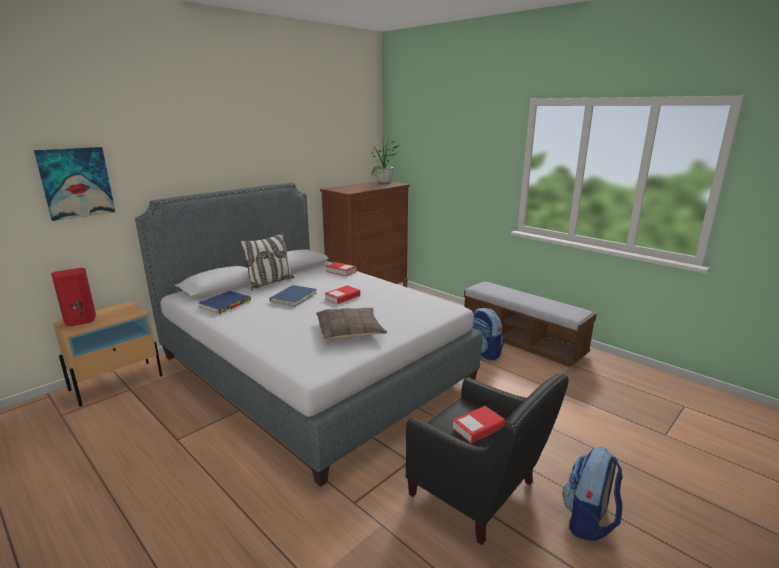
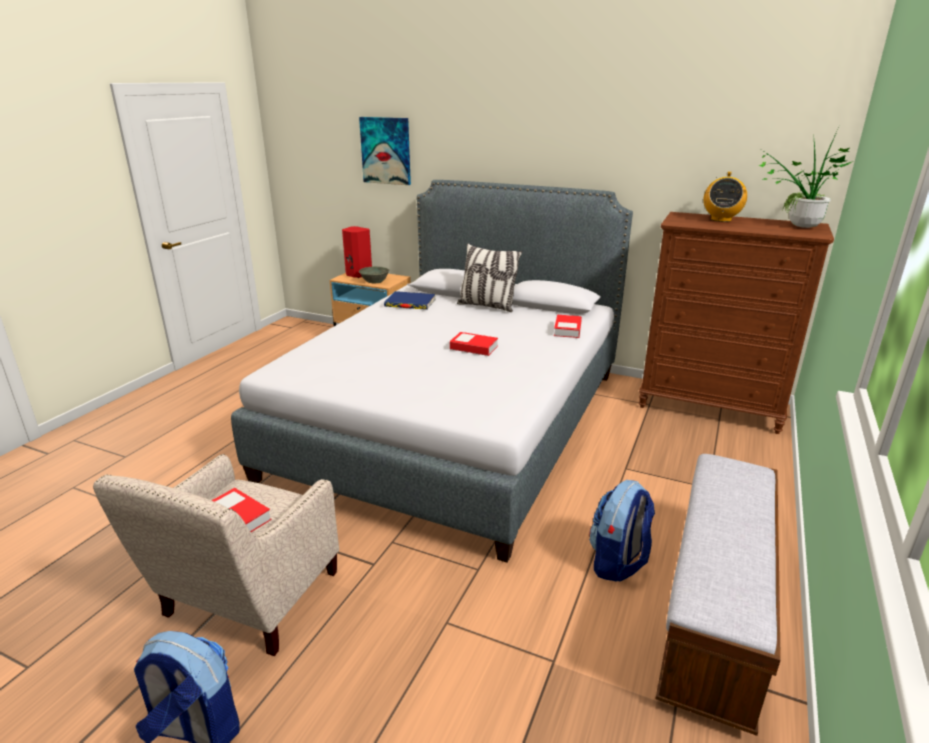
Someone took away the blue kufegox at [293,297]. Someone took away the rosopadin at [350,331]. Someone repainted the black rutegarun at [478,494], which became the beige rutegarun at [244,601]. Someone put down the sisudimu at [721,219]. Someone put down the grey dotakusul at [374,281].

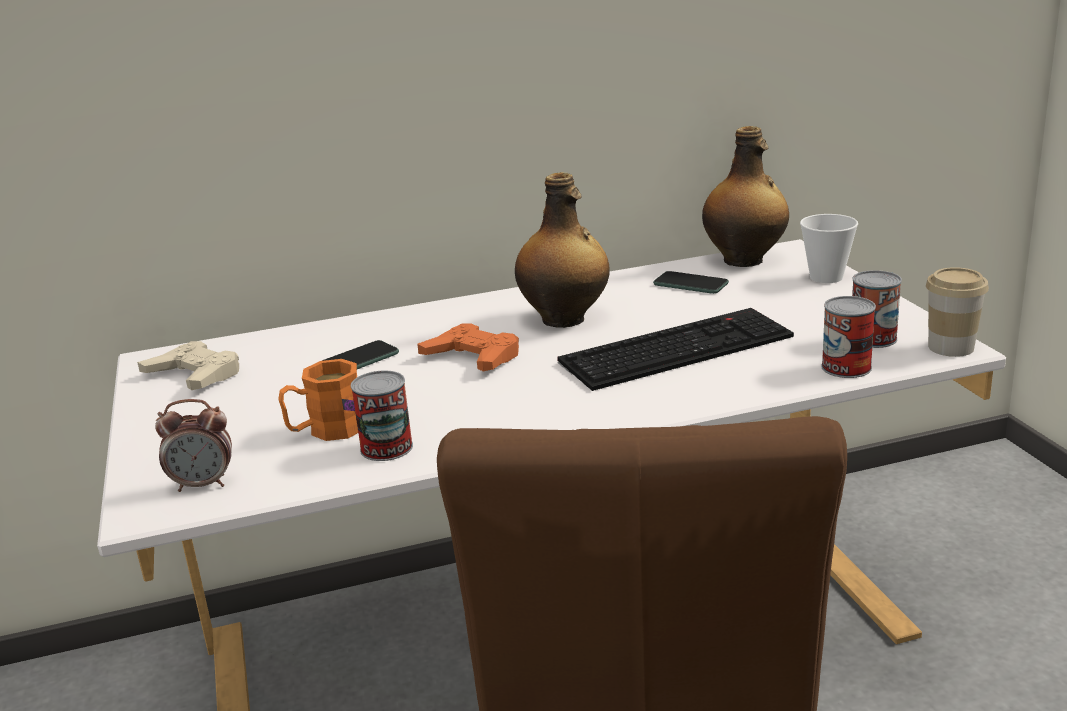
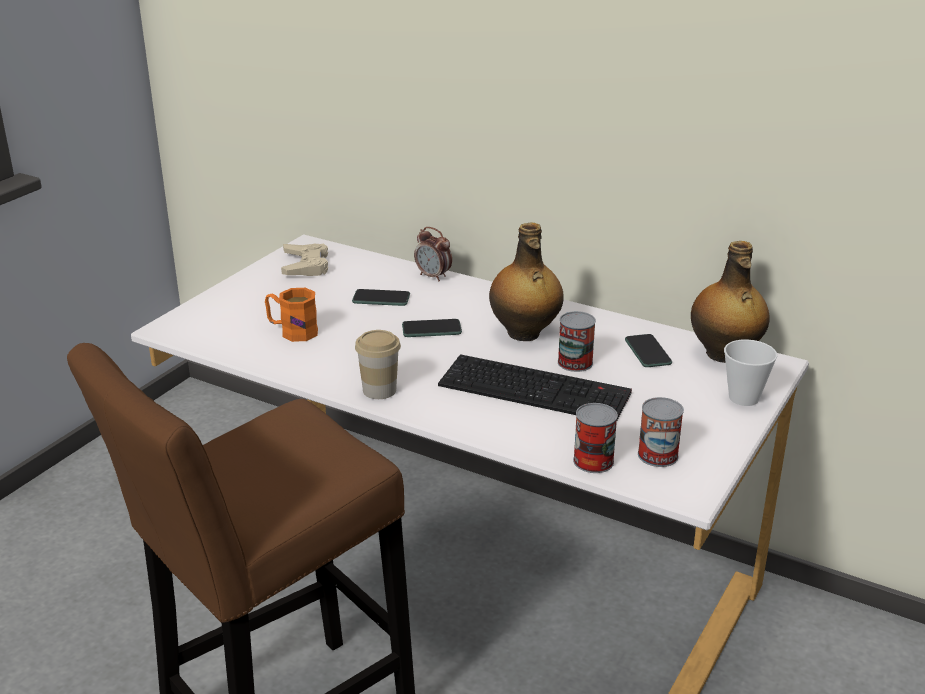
Someone carried the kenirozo from [951,347] to [379,390]. Someone swapped the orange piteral at [473,357] for the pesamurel at [431,329]. Someone carried the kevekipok from [386,448] to [575,362]. Someone carried the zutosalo from [203,484] to [433,276].

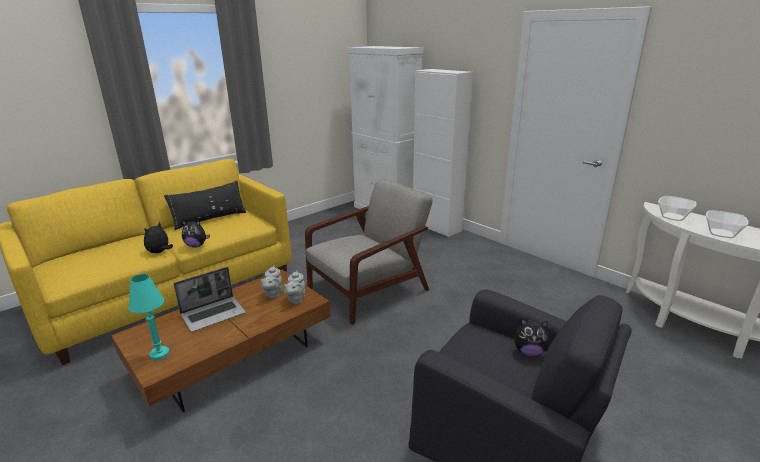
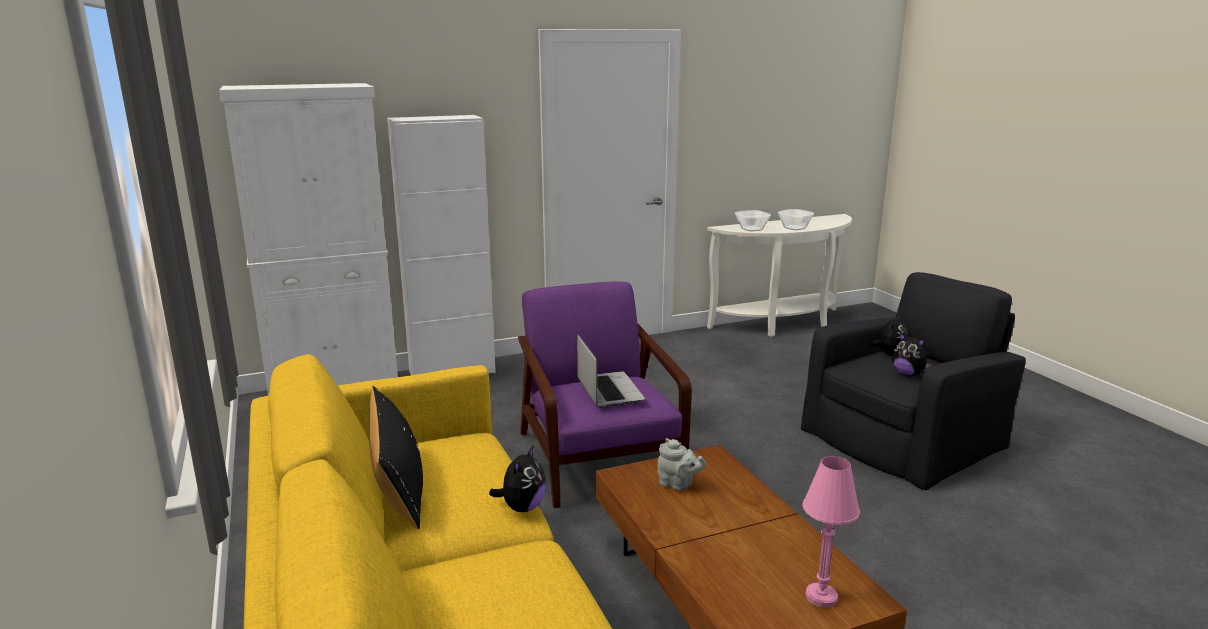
Someone repainted the grey rutegarun at [369,288], which became the purple rutegarun at [597,457]. Someone carried the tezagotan from [159,252] to [908,374]. Someone carried the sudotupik from [214,314] to [608,391]. Someone took away the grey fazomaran at [295,299]. Someone repainted the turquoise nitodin at [159,354], which became the pink nitodin at [821,597].

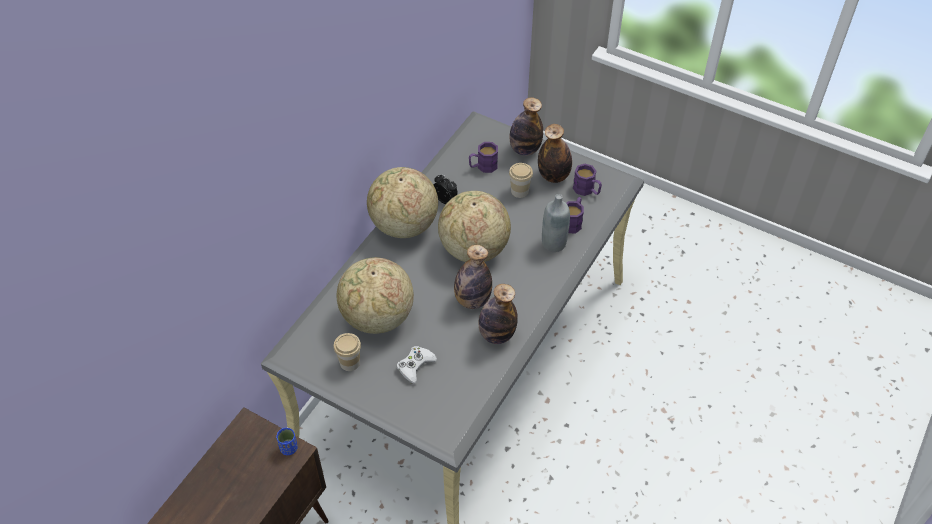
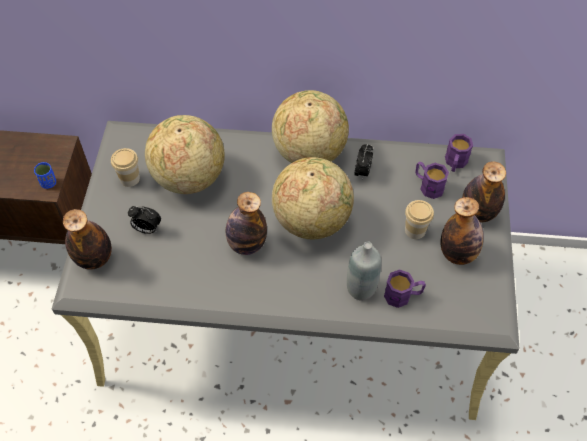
Someone carried the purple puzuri from [587,190] to [455,163]. Someone carried the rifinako from [496,334] to [94,258]. Someone swapped the white piteral at [415,366] for the zutosalo at [147,229].

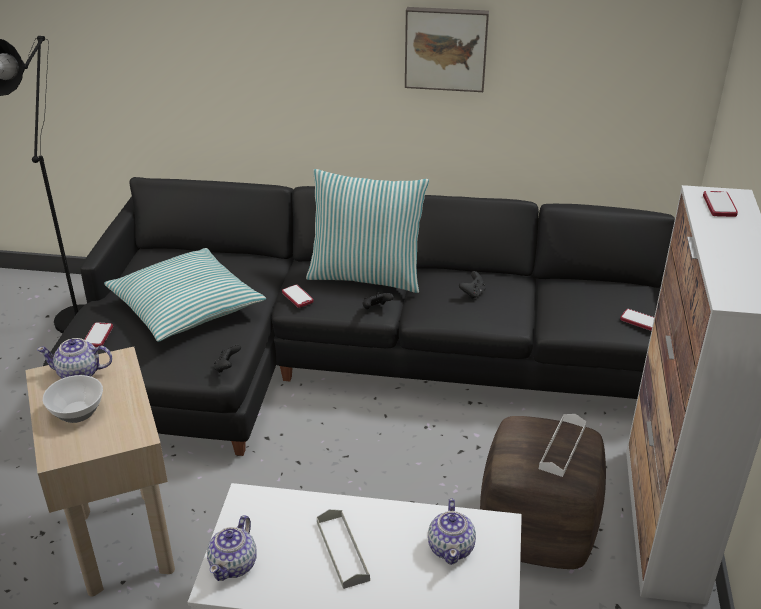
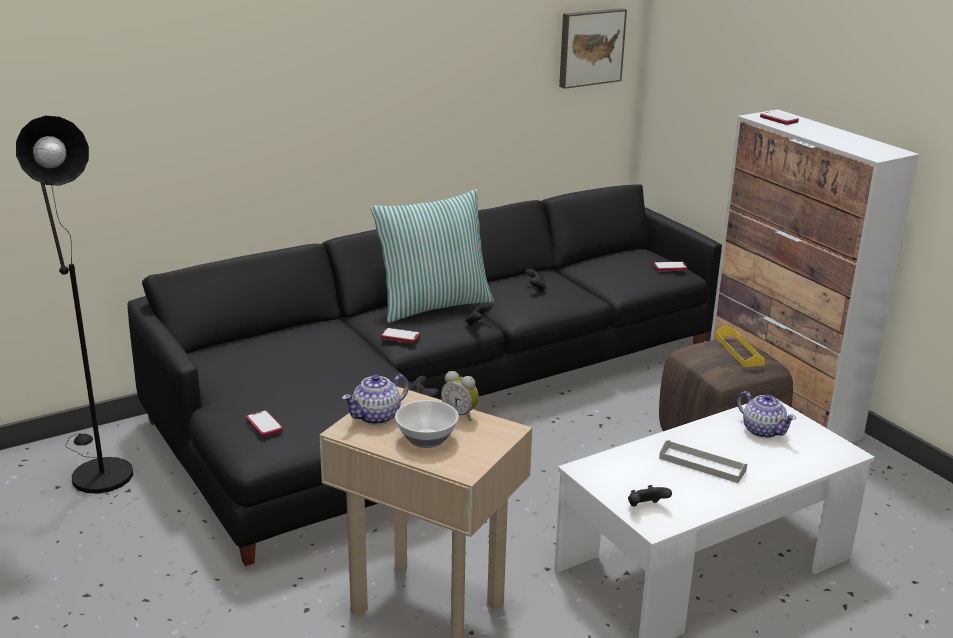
Someone carried the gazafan from [446,48] to [590,47]. Someone took away the rosopadin at [186,306]. Someone repainted the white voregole at [562,447], which became the yellow voregole at [738,350]. Someone swapped the fazomaran at [234,564] for the black piteral at [646,507]. Someone put down the zutosalo at [460,414].

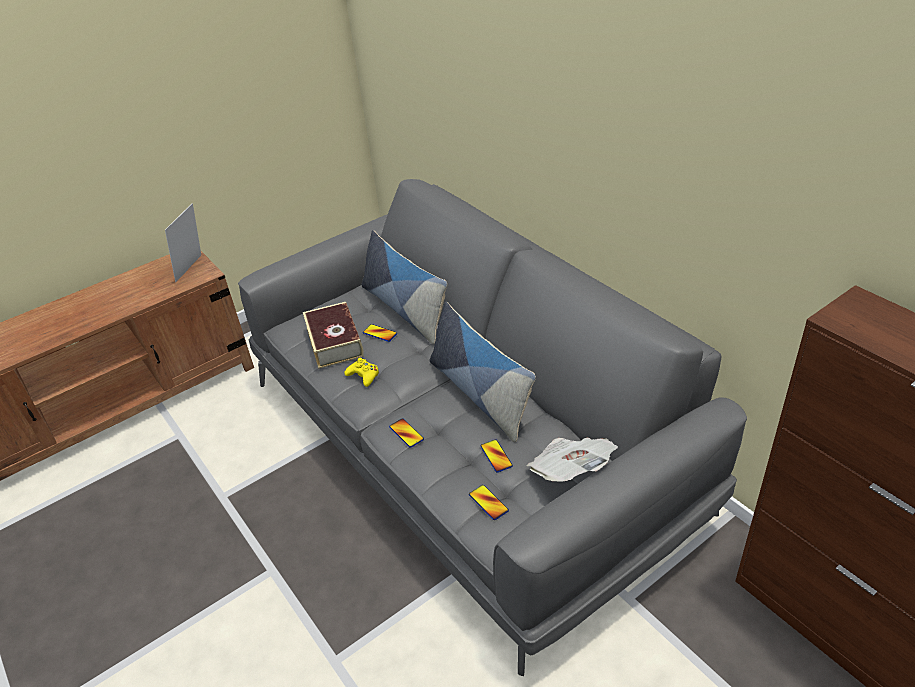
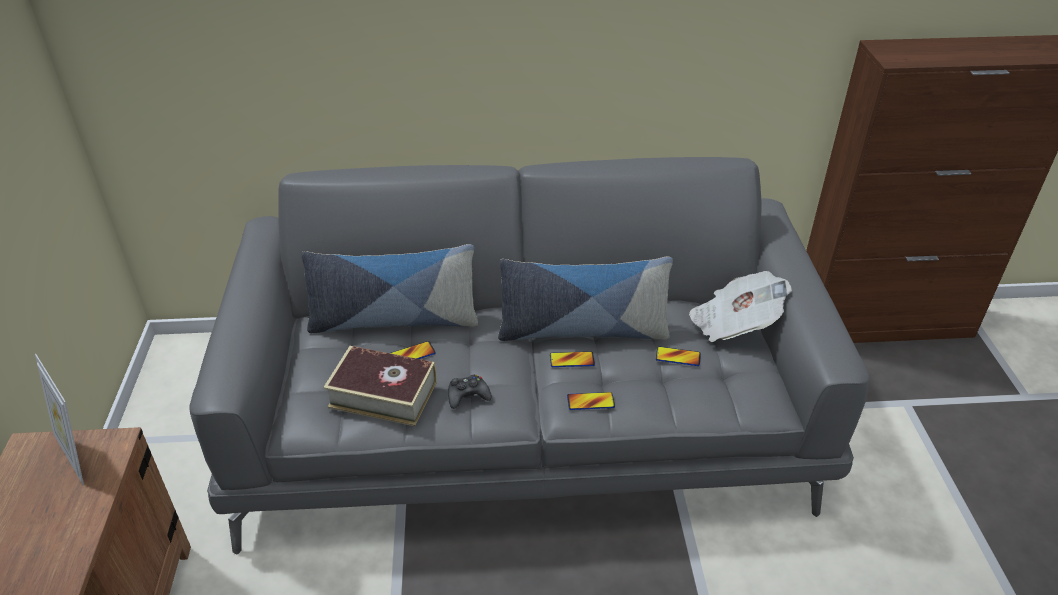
Someone repainted the yellow piteral at [364,376], which became the black piteral at [468,396]. Someone carried the pesamurel from [488,503] to [572,360].

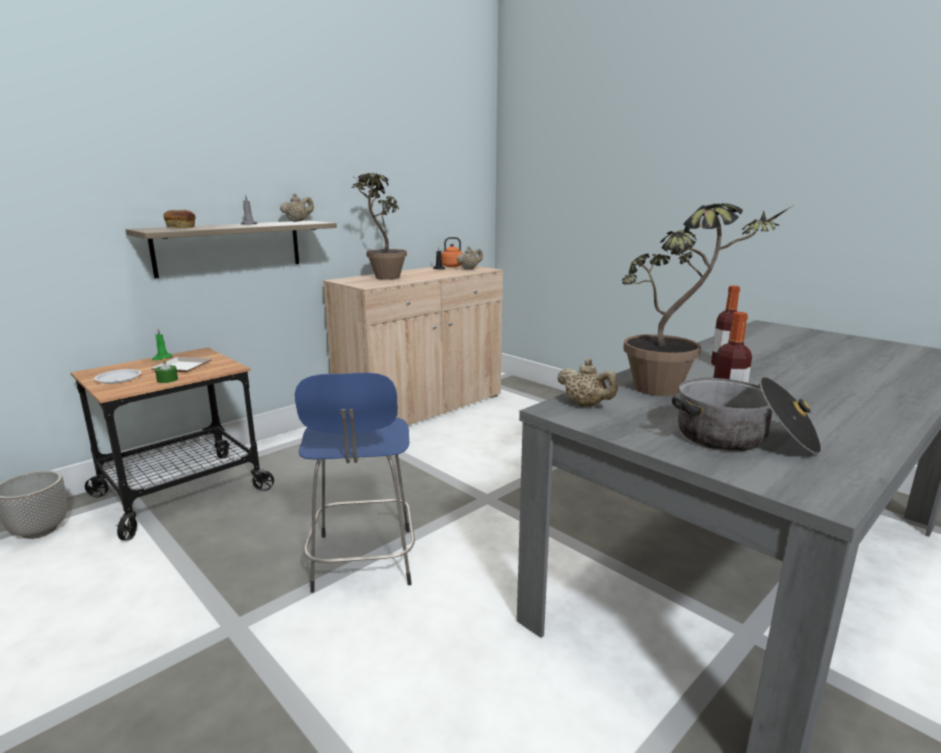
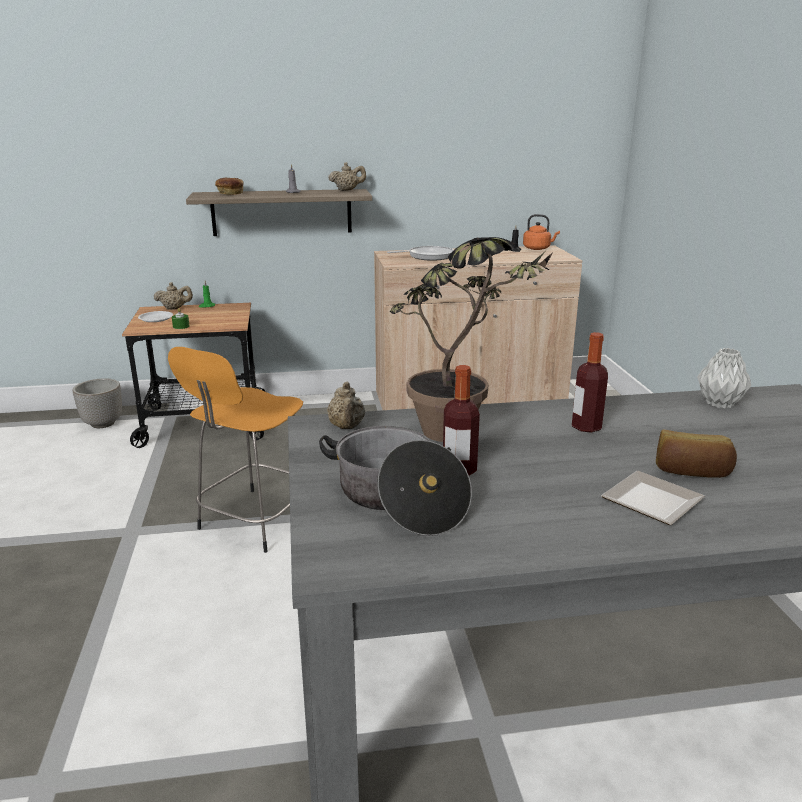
Someone swapped the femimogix at [382,279] for the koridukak at [428,256]. Someone carried the beige fazomaran from [469,269] to [174,308]. Someone carried the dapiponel from [184,367] to [655,502]. Someone repainted the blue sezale at [363,562], which became the orange sezale at [255,521]. Someone put down the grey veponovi at [720,403]. Someone put down the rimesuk at [691,472].

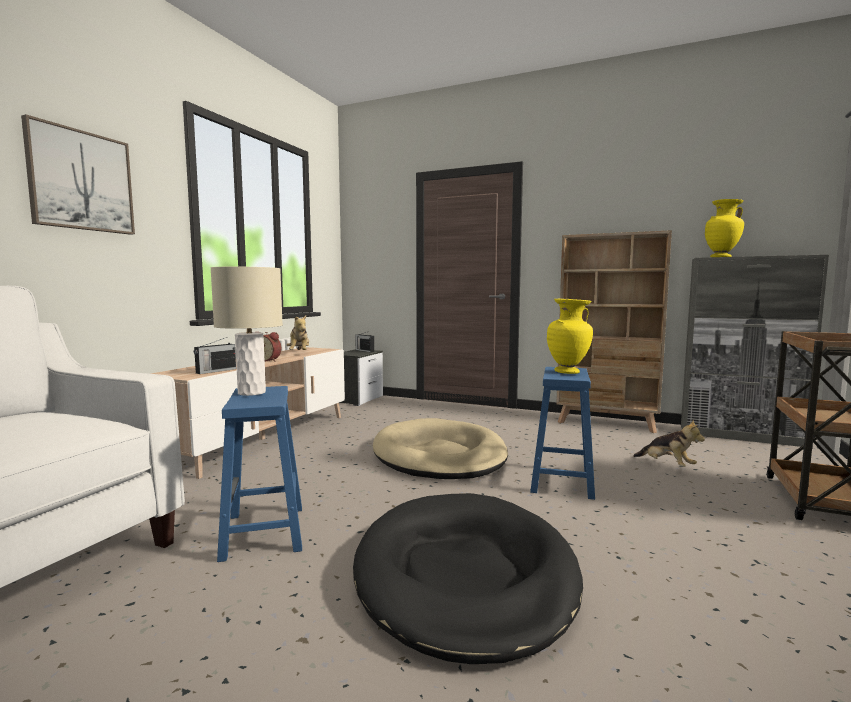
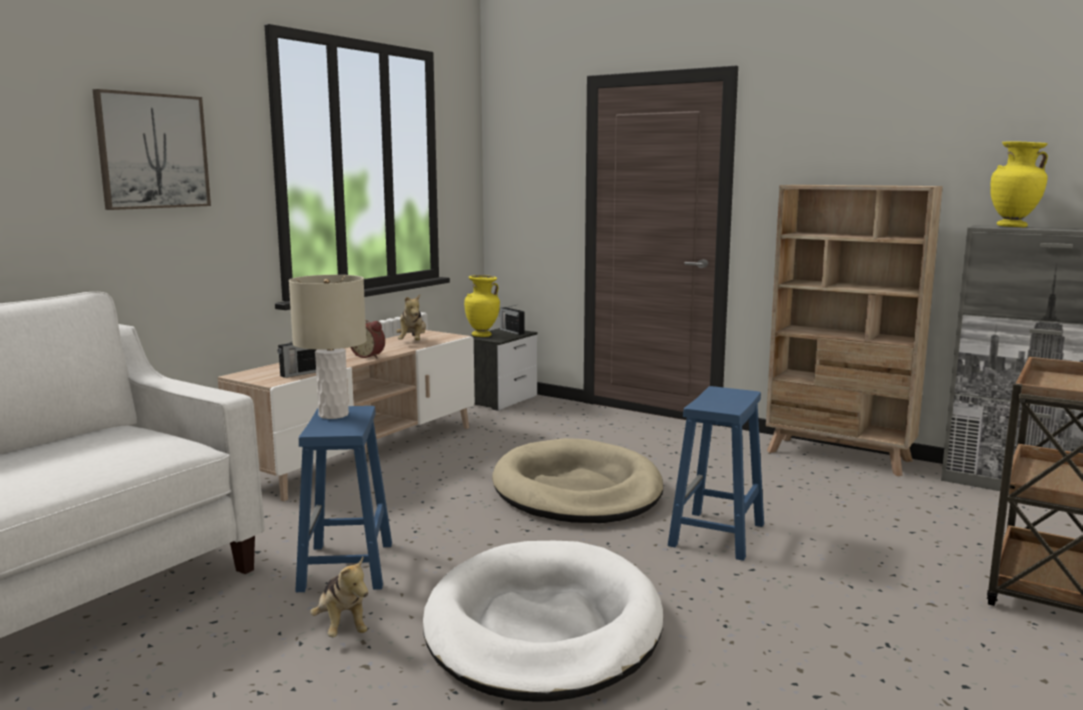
Someone carried the yellow veponovi from [568,372] to [482,335]. Someone carried the tezagotan from [667,465] to [341,627]. Someone repainted the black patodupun at [465,575], which became the white patodupun at [543,627].

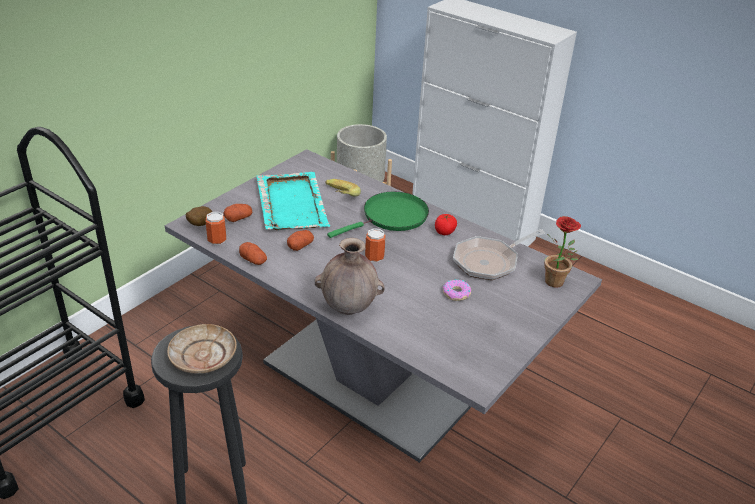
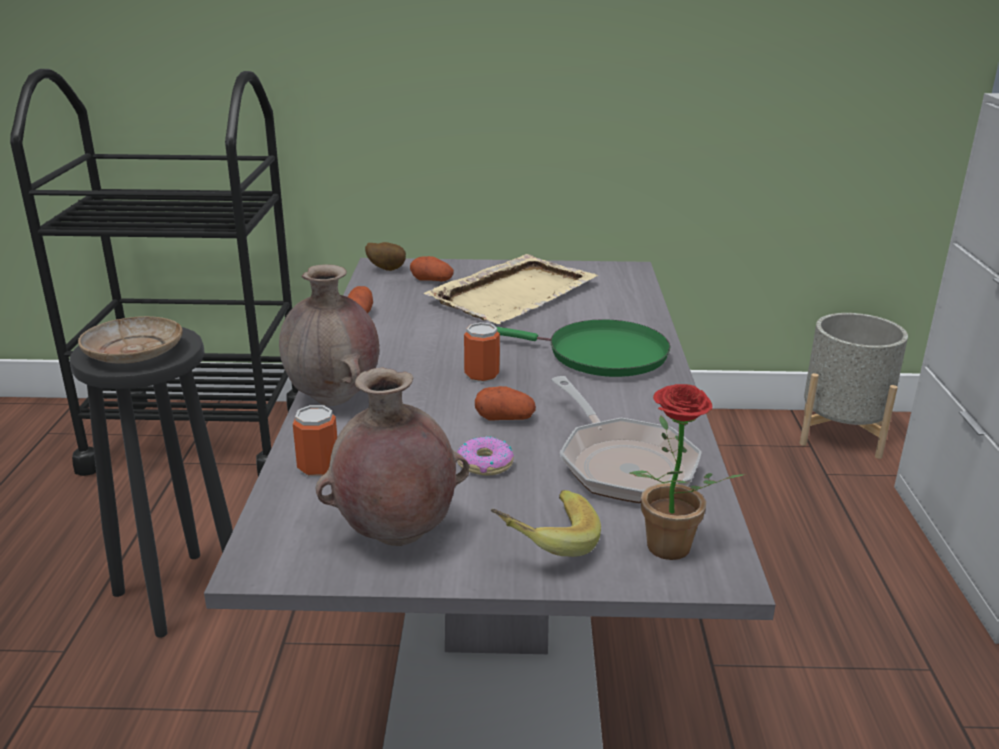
Someone repainted the turquoise voregole at [291,203], which became the beige voregole at [514,293]. Someone carried the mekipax from [338,198] to [543,542]. Someone carried the kevekipok from [217,240] to [318,468]. Someone took away the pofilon at [444,232]. Someone rotated the koridukak at [489,261] by 135 degrees counterclockwise. Someone carried the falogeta from [300,246] to [505,418]. Someone put down the brown veponovi at [395,534].

